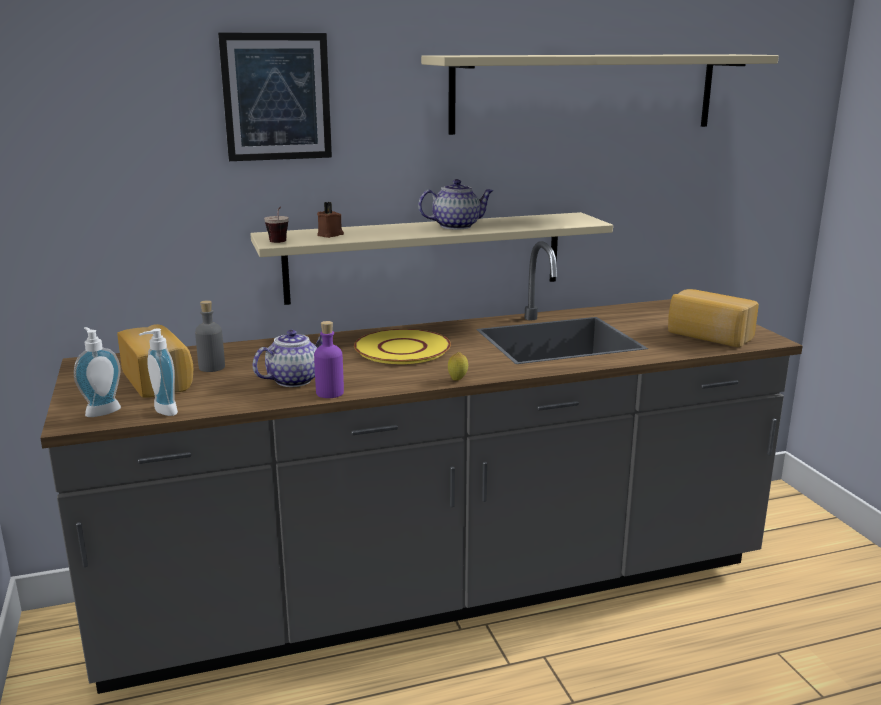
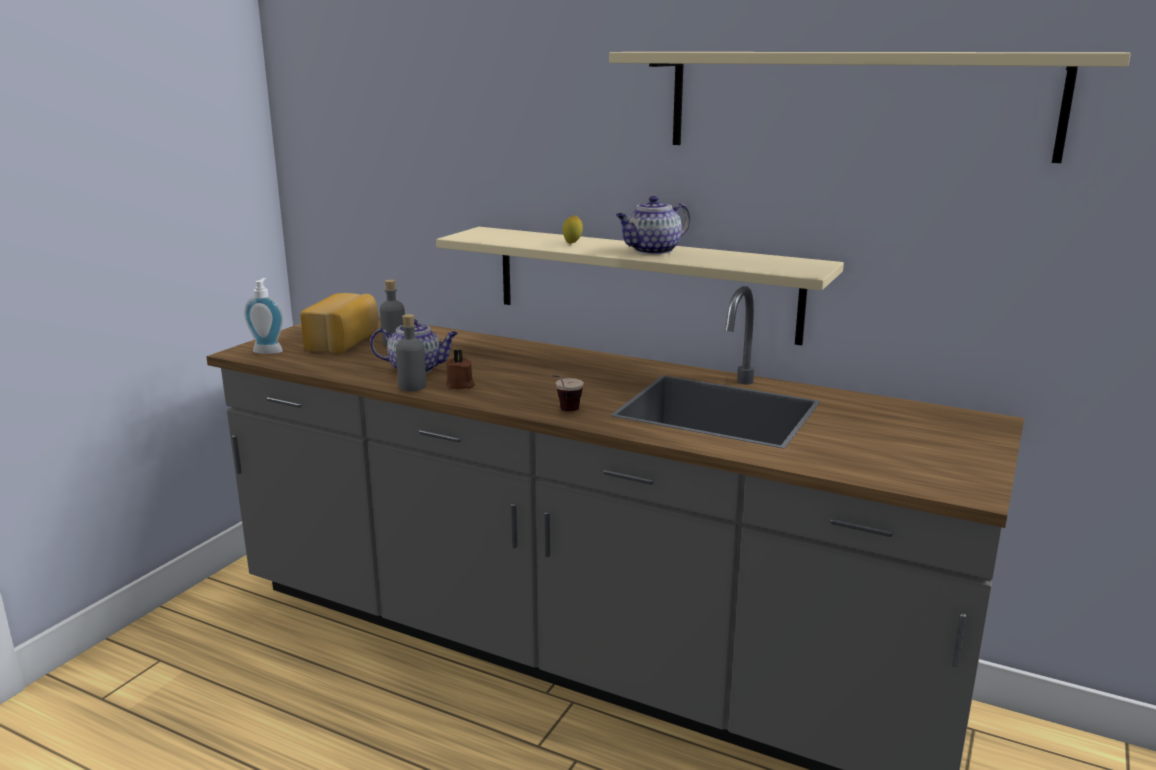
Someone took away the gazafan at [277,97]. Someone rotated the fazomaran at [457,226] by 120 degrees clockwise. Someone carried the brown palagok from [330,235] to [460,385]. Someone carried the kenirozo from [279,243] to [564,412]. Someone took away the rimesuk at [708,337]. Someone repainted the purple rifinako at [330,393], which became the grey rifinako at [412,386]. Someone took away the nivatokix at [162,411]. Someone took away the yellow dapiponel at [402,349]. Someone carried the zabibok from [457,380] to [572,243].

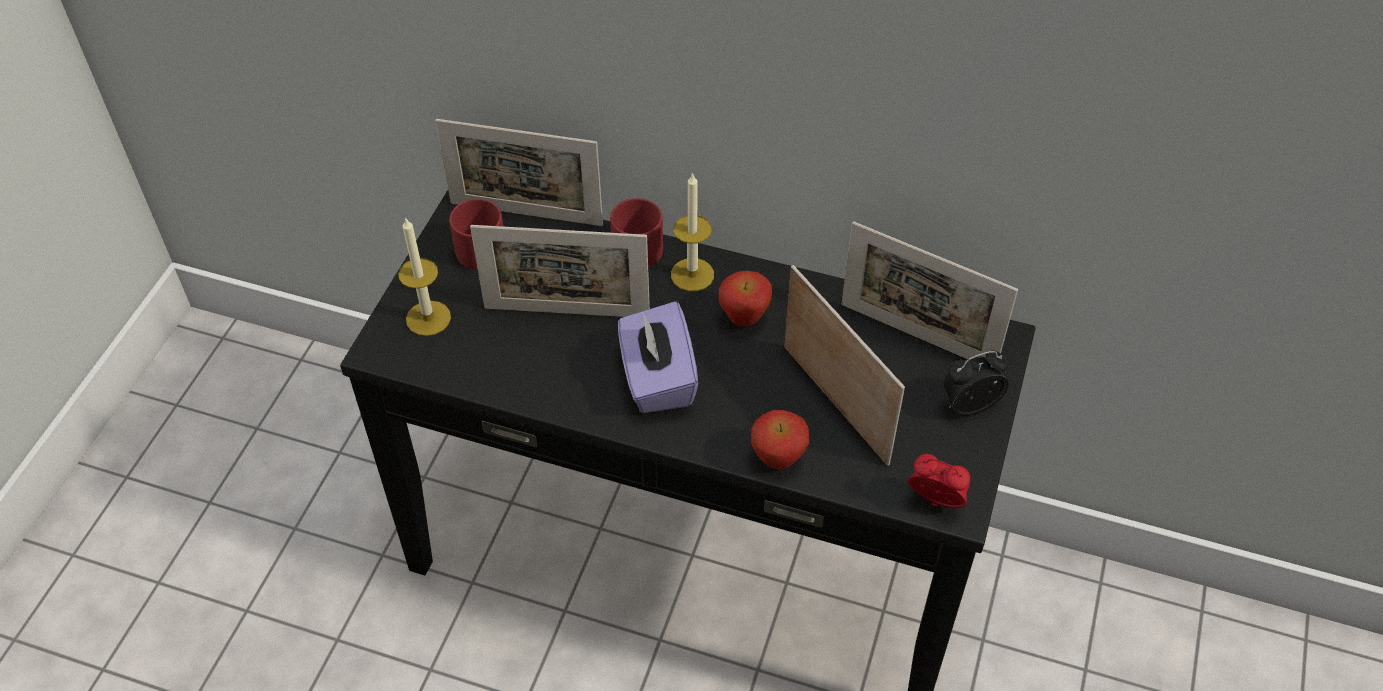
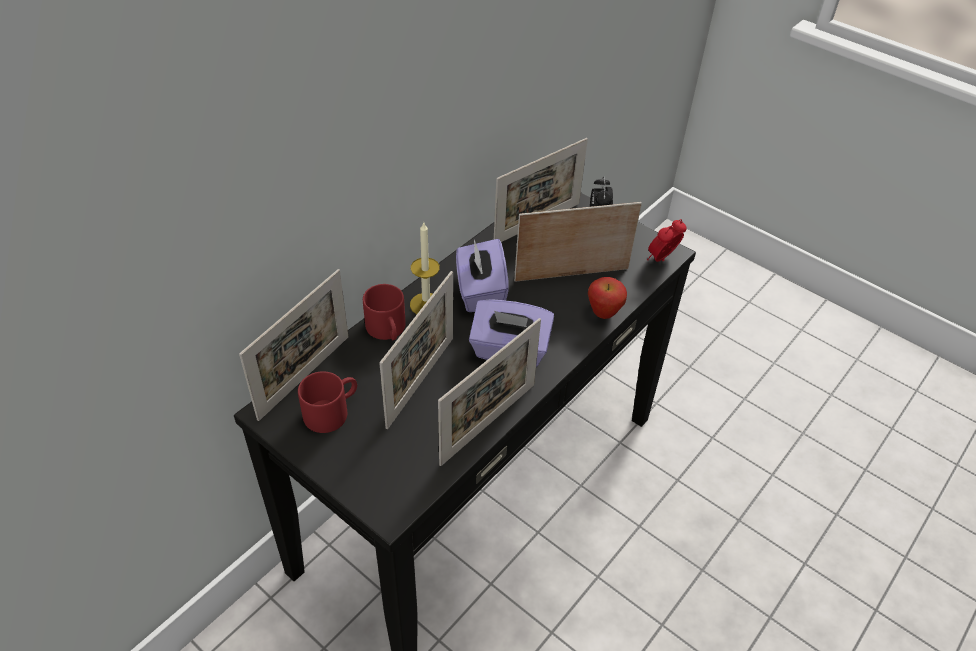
Someone took away the palagok at [428,318]. Someone swapped the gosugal at [744,319] for the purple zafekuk at [480,292]. Someone put down the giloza at [488,423].

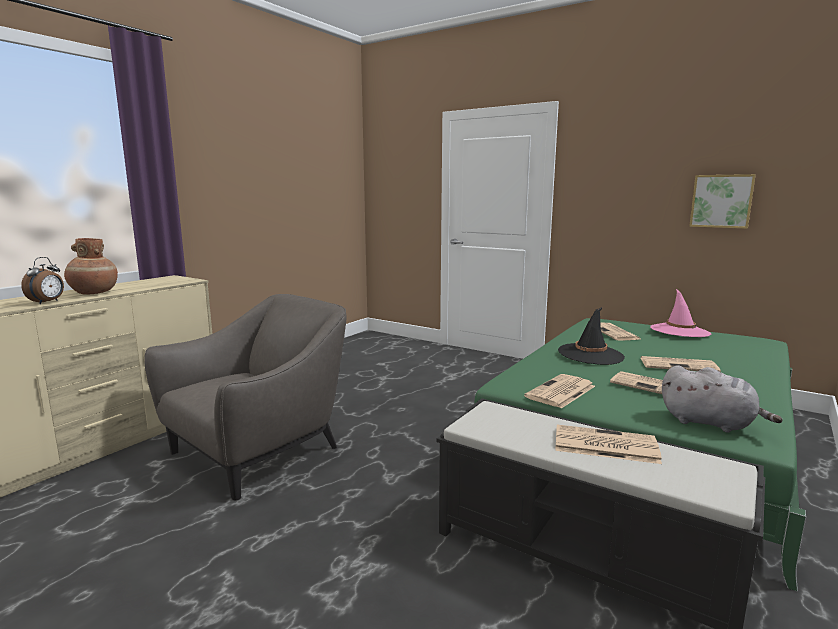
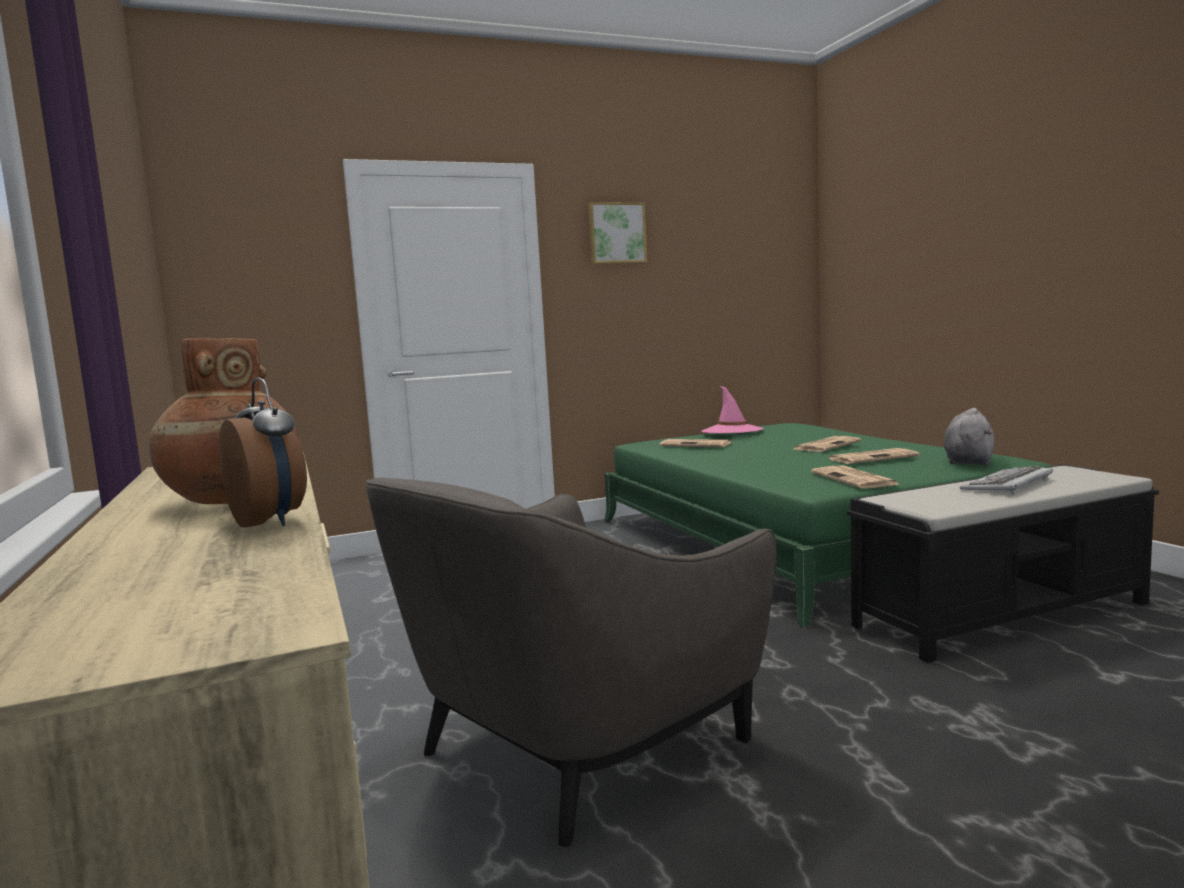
Someone carried the gazafan from [721,201] to [616,233]. Someone rotated the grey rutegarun at [259,451] by 120 degrees counterclockwise. Someone took away the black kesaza at [590,354]. Someone rotated the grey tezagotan at [710,423] by 45 degrees counterclockwise. Someone swapped the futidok at [603,445] for the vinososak at [1008,484].

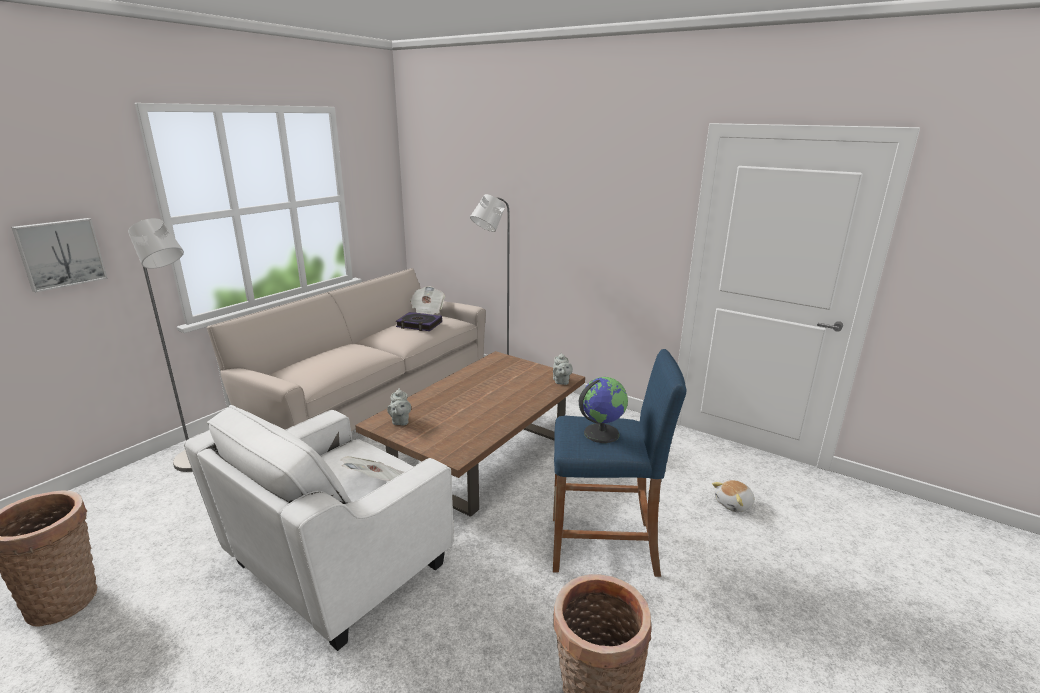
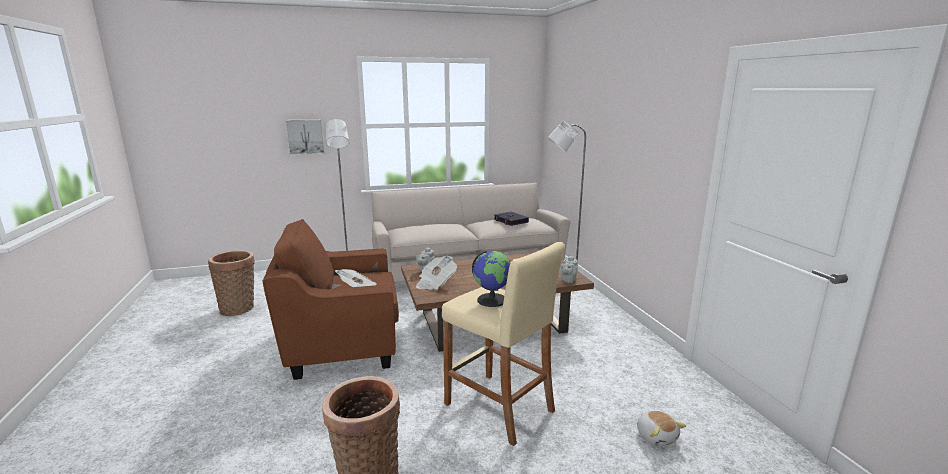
Someone carried the futidok from [427,311] to [435,283]. Someone repainted the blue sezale at [603,546], which became the beige sezale at [498,407]. Someone repainted the white rutegarun at [338,564], which became the brown rutegarun at [343,343]. Someone rotated the tezagotan at [734,504] by 120 degrees counterclockwise.

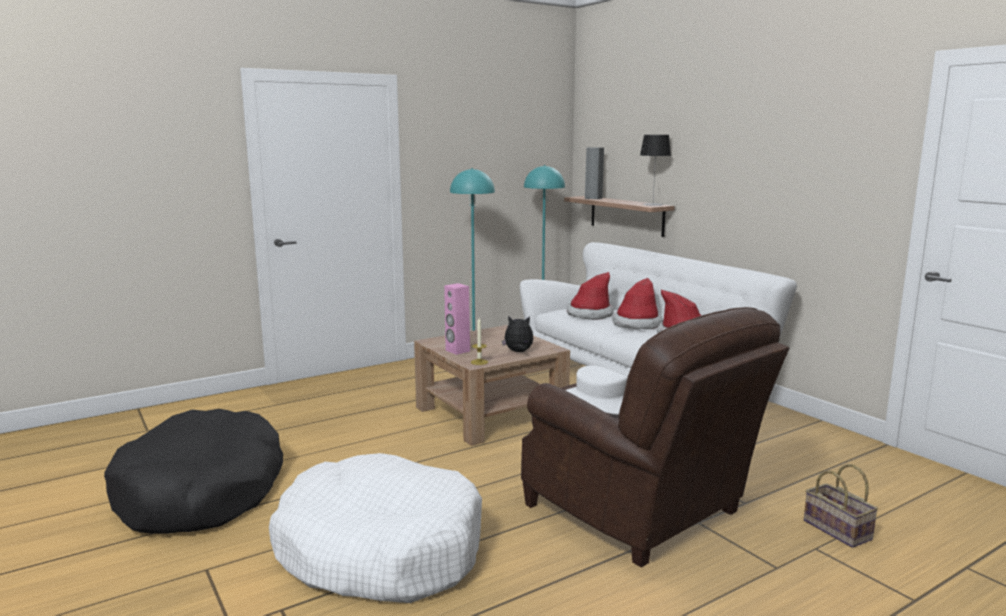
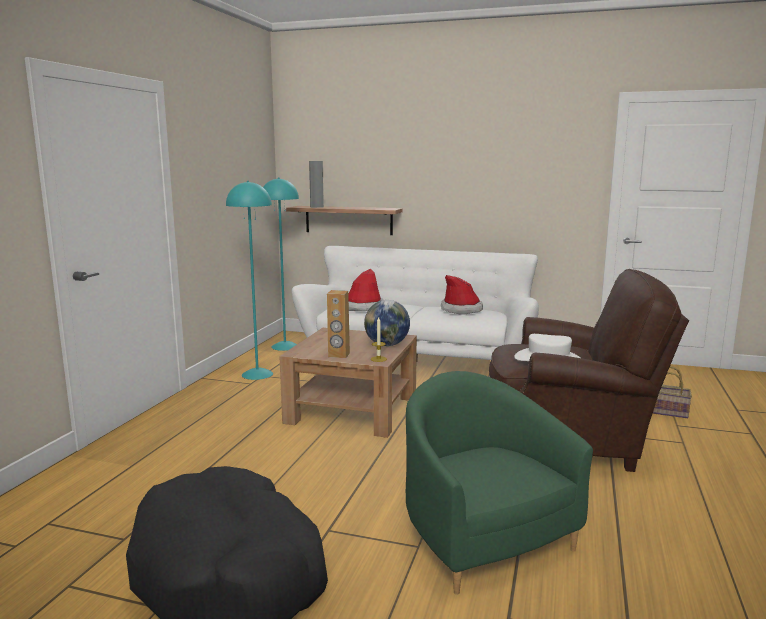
Someone took away the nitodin at [653,204]. Someone took away the kesaza at [637,324]. Someone repainted the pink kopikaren at [457,351], which became the brown kopikaren at [339,355]. Someone swapped the tezagotan at [518,352] for the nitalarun at [387,345]. Someone swapped the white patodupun at [380,550] for the green rutegarun at [482,538].

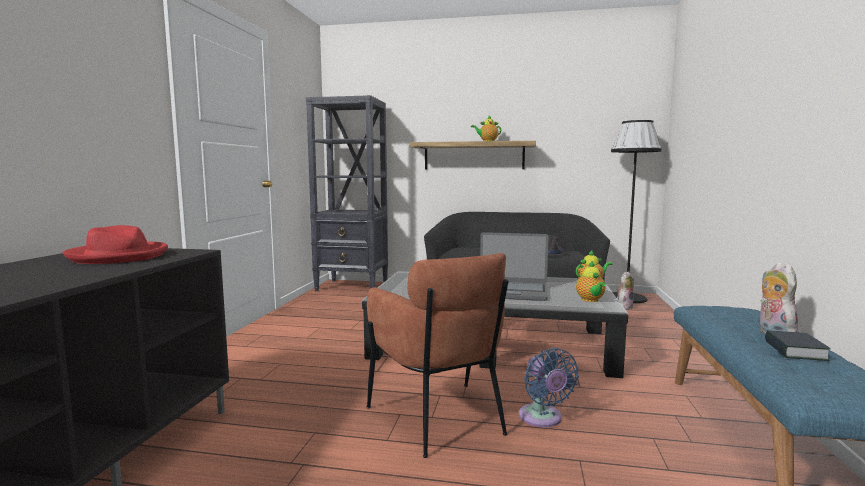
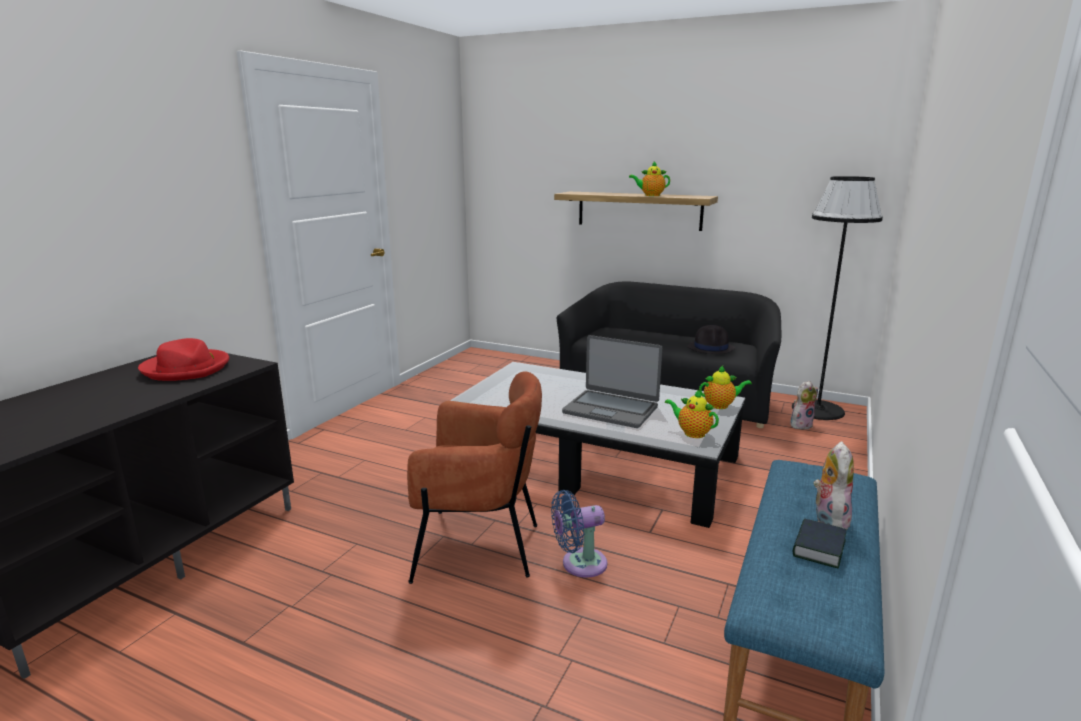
Someone took away the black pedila at [352,287]. Someone rotated the brown rutegarun at [440,418] by 75 degrees counterclockwise. Someone rotated the fazomaran at [590,300] by 120 degrees clockwise. Someone rotated the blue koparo at [542,418] by 75 degrees clockwise.

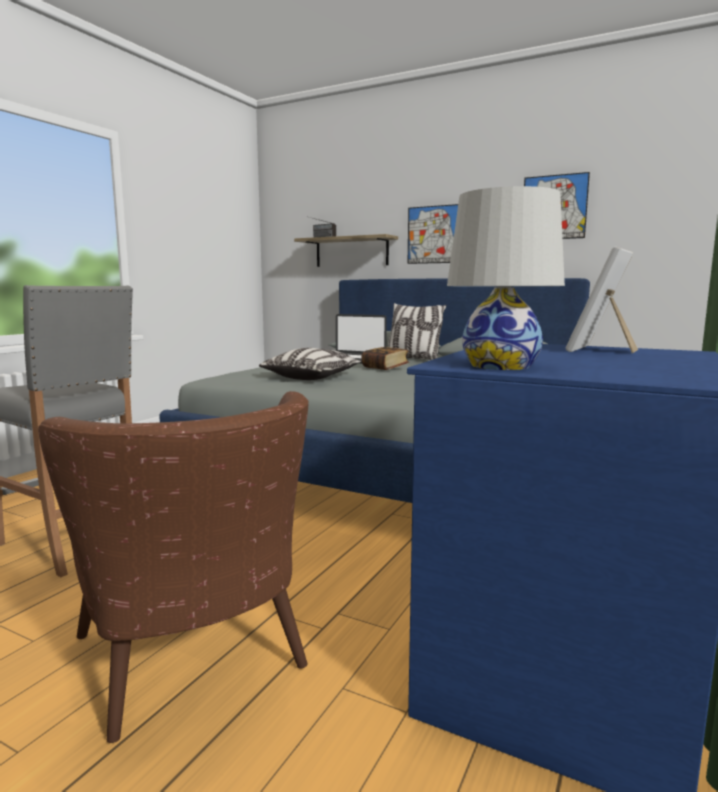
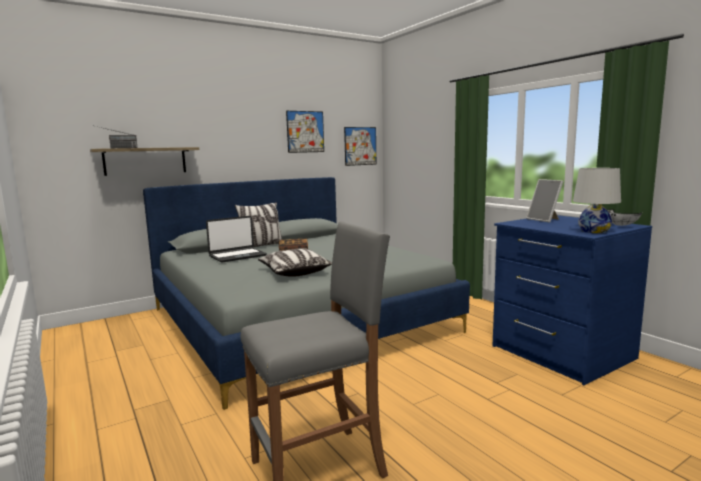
Someone carried the gazafan from [434,234] to [360,146]. Someone took away the brown rutegarun at [196,667]. Someone put down the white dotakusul at [619,225].

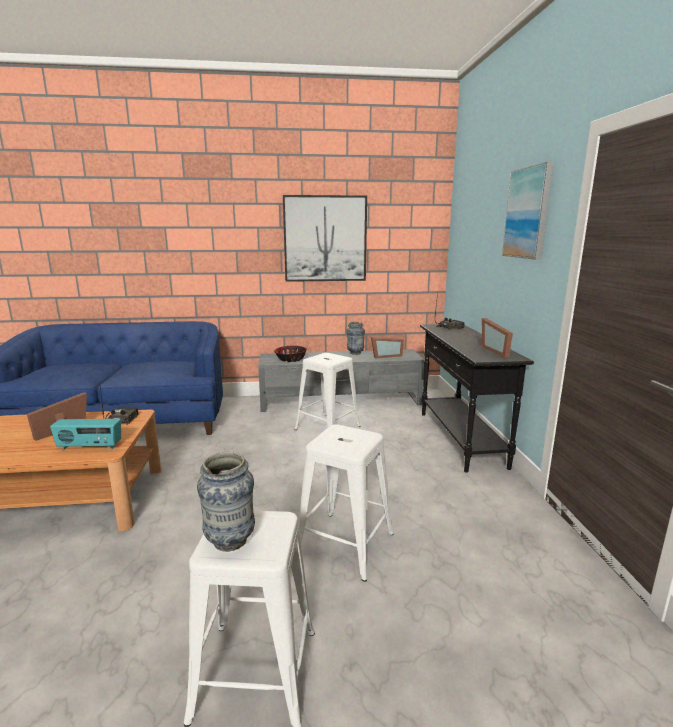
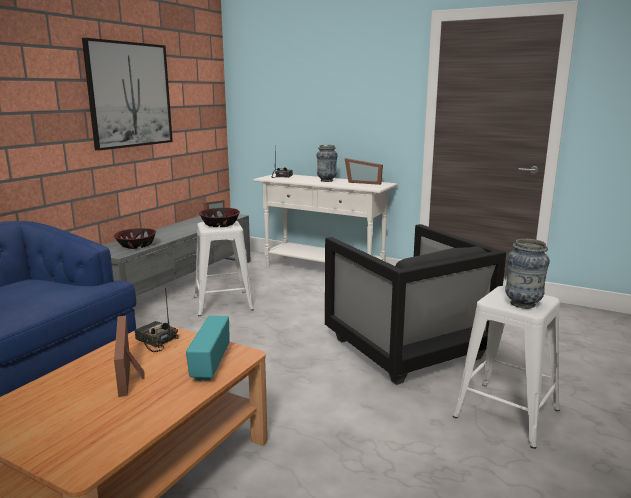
Someone took away the gazafan at [528,213]. Someone carried the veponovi from [355,353] to [326,180]. Someone repainted the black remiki at [460,439], which became the white remiki at [324,271]. Someone rotated the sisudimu at [89,447] by 150 degrees clockwise. Someone swapped the white sezale at [345,543] for the black rutegarun at [404,348]. Someone put down the dotakusul at [220,225].

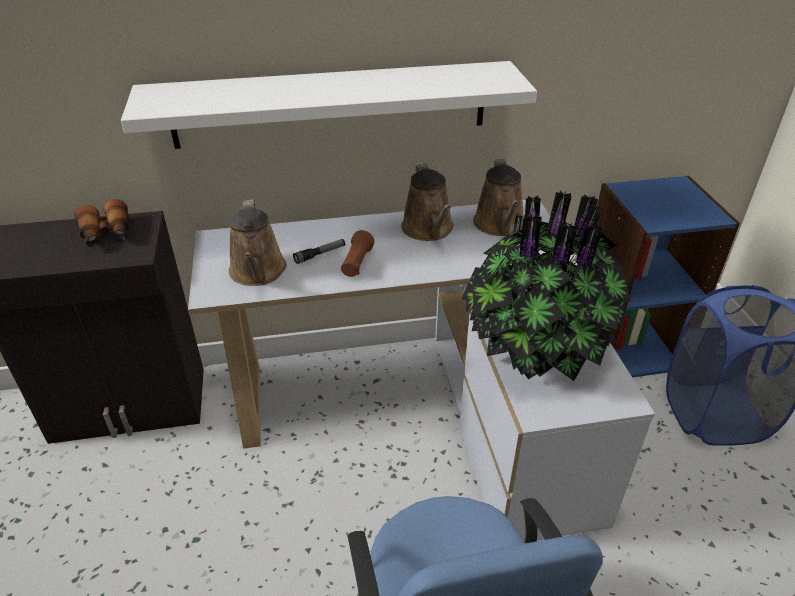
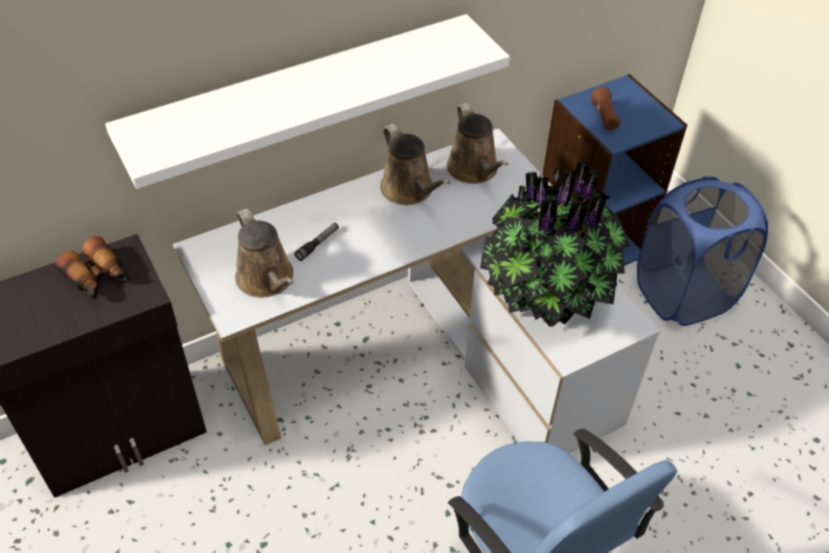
Someone carried the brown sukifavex from [356,263] to [604,117].

